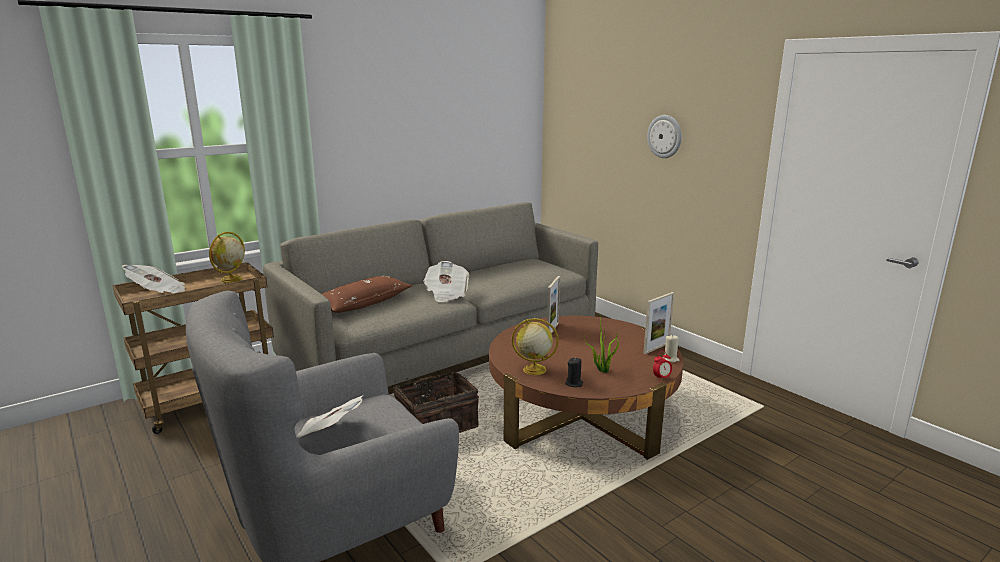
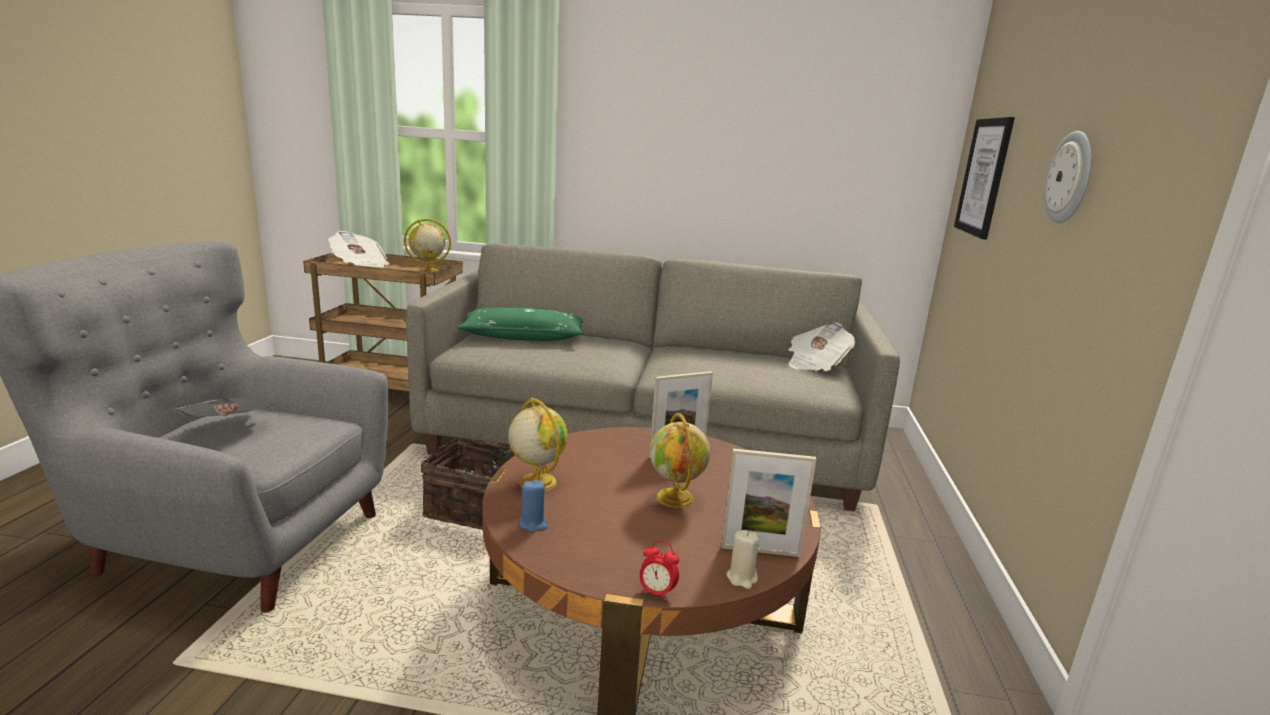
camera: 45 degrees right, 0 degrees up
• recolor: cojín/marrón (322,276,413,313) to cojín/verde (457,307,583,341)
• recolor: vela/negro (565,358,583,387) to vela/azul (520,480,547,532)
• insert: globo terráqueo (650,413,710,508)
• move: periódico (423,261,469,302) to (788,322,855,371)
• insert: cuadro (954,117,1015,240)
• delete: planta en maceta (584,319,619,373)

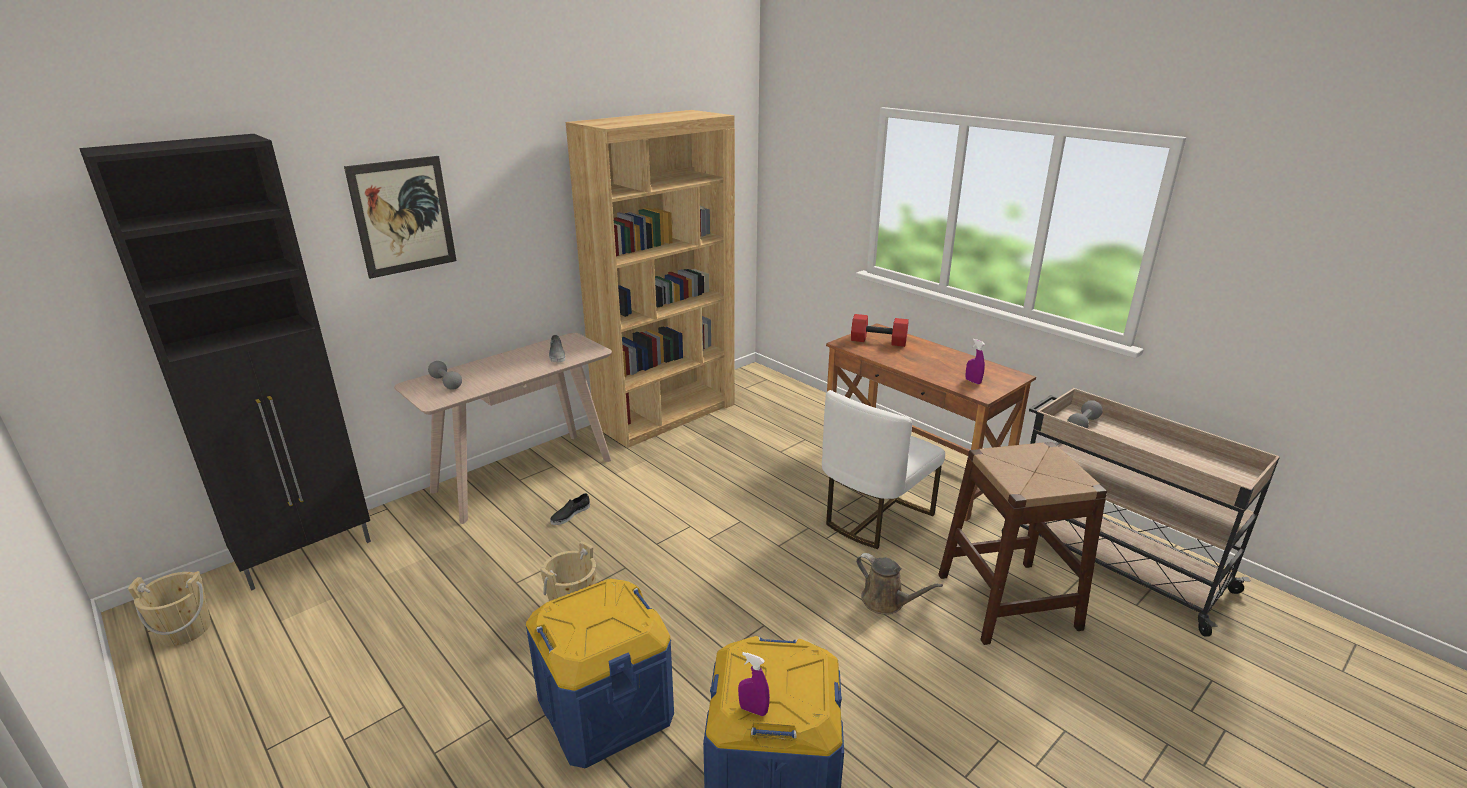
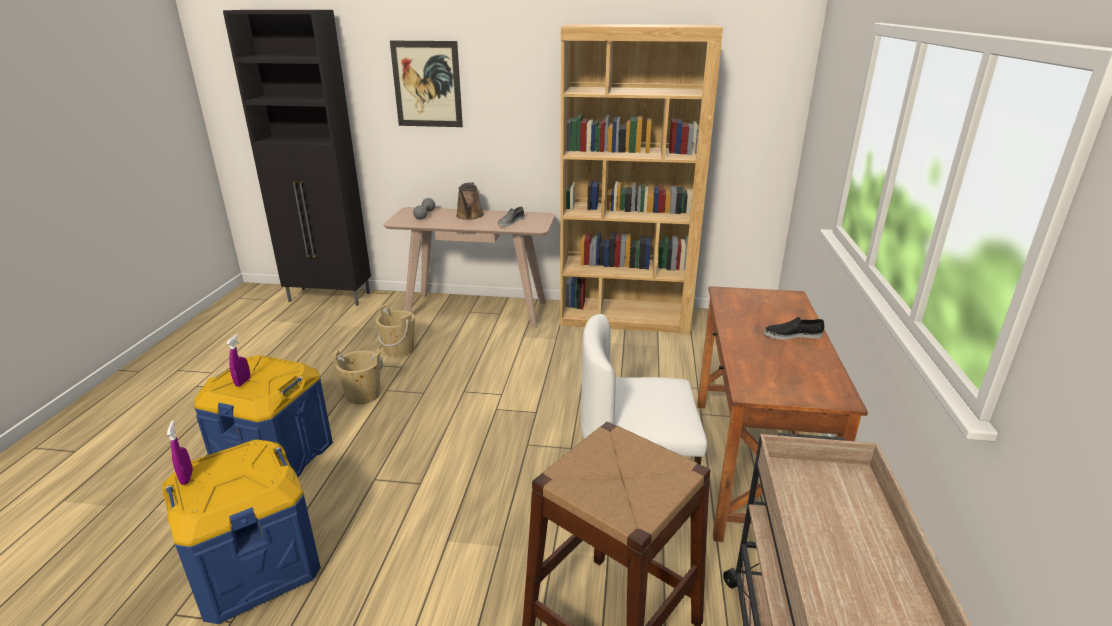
camera: 50 degrees right, 0 degrees up
• move: pulverizador/morado (965,339,985,384) to (226,334,250,387)
• move: cubo/beis (128,571,211,646) to (376,303,415,357)
• move: regadera/marrón (856,553,943,615) to (456,182,484,220)
• move: zapato/negro (550,493,590,525) to (764,316,824,340)
• delete: mancuerna/rojo (851,314,909,347)
• delete: mancuerna/gris (1067,400,1103,428)

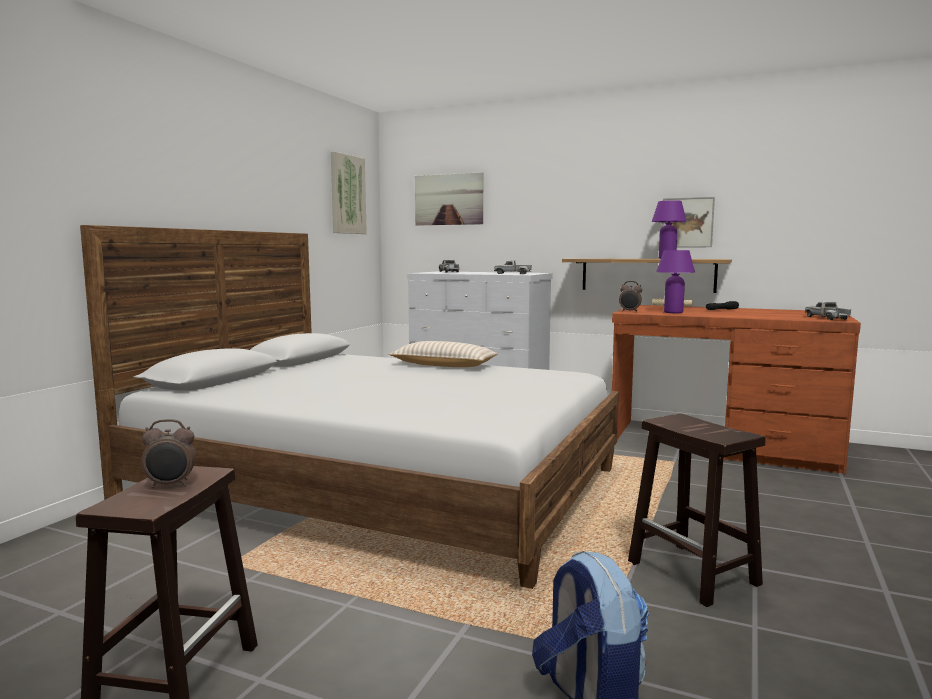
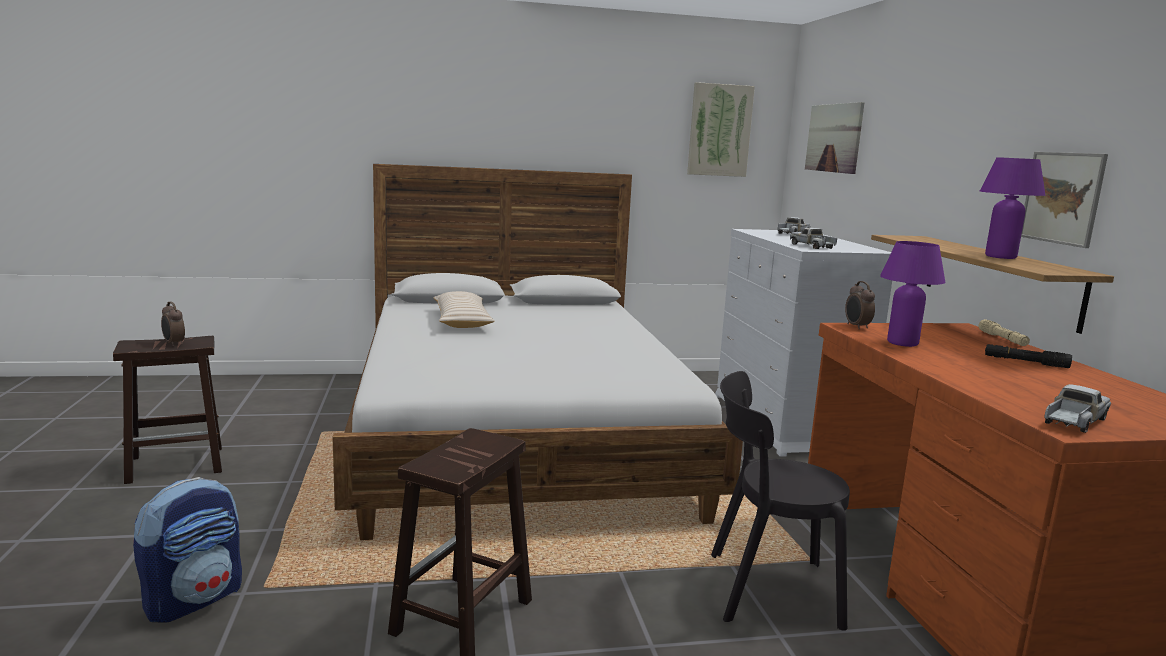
camera: 55 degrees right, 5 degrees up
• move: cojín/beis (389,341,498,367) to (433,291,495,328)
• insert: silla/negro (711,371,850,631)

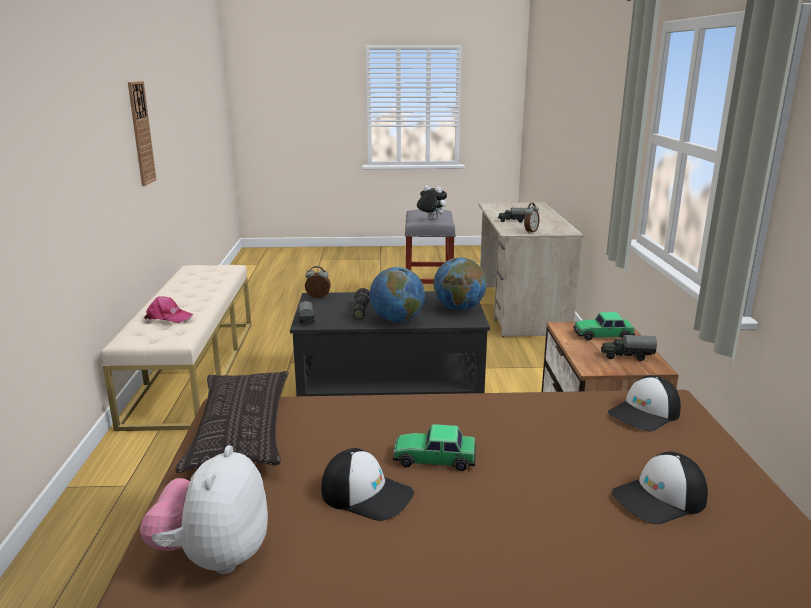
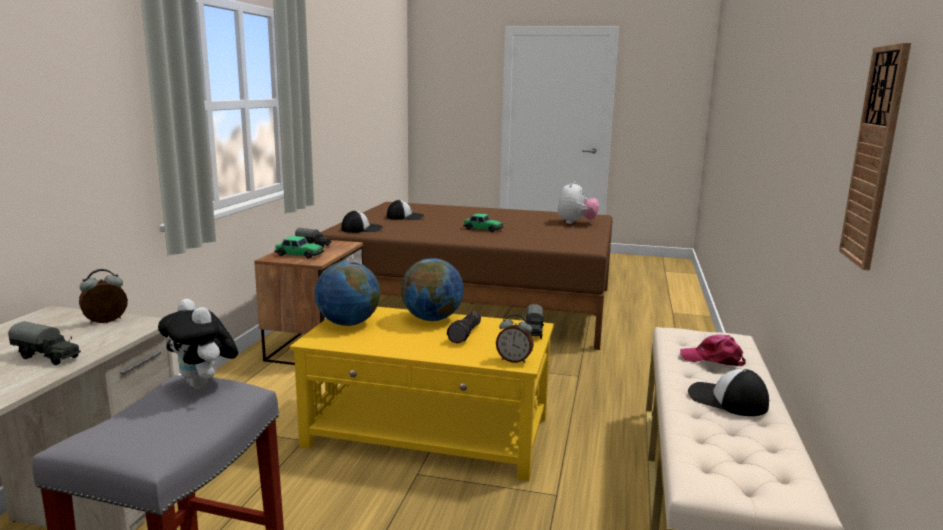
camera: 165 degrees left, 5 degrees down
• recolor: mesa de centro/negro (290,291,490,396) to mesa de centro/amarillo (290,307,554,481)
• move: gorra (321,448,414,521) to (688,369,769,416)
• delete: cojín (175,371,289,474)

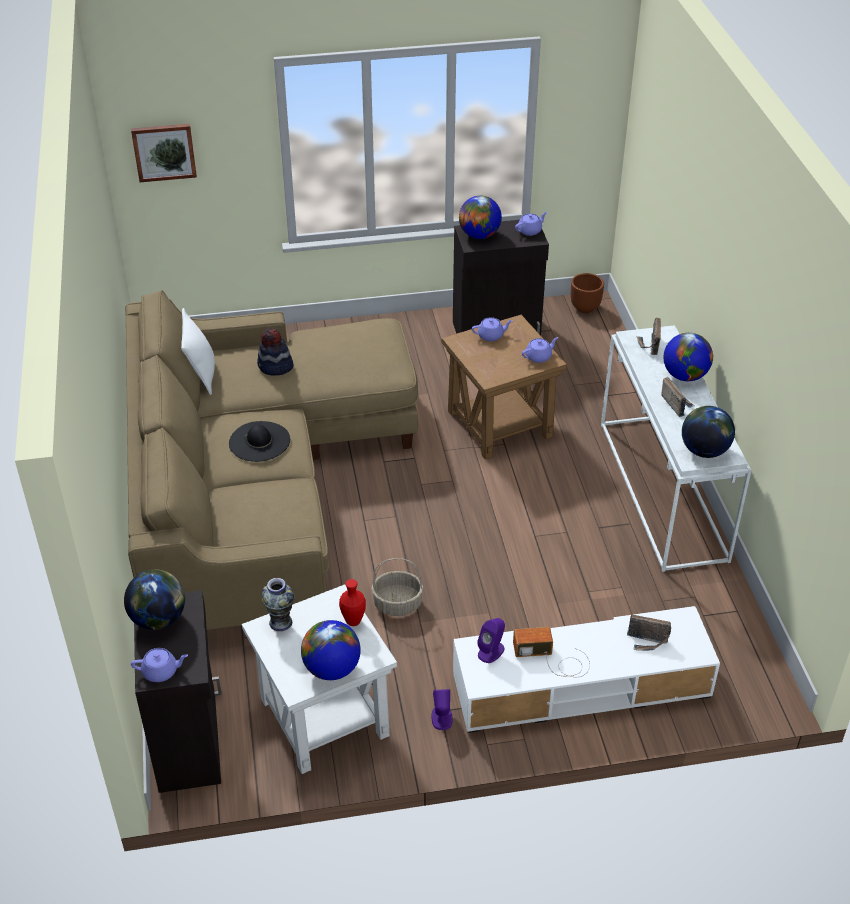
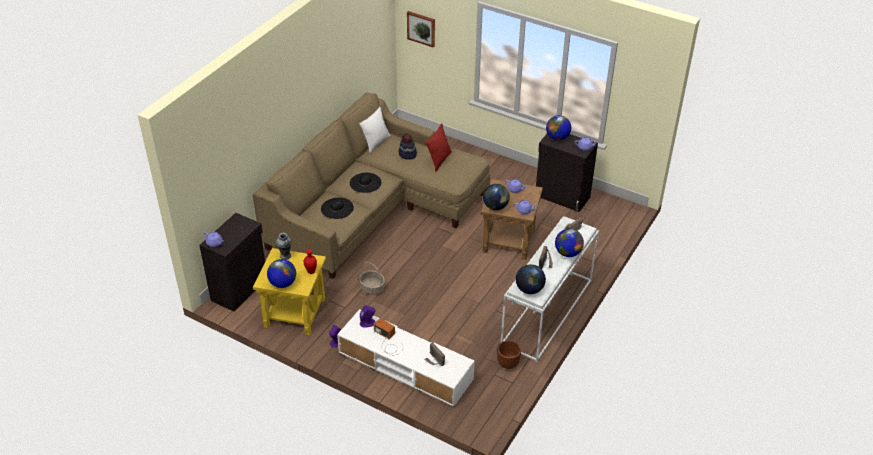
camera: 40 degrees right, 0 degrees up
• recolor: mesa auxiliar/blanco (242,585,397,774) to mesa auxiliar/amarillo (253,248,326,335)
• insert: sombrero/negro (321,197,354,219)
• insert: cojín/rojo (426,123,452,172)
• move: globo terráqueo (124,569,185,630) to (483,184,510,210)
• move: maceta/marrón (571,273,604,313) to (497,340,521,369)

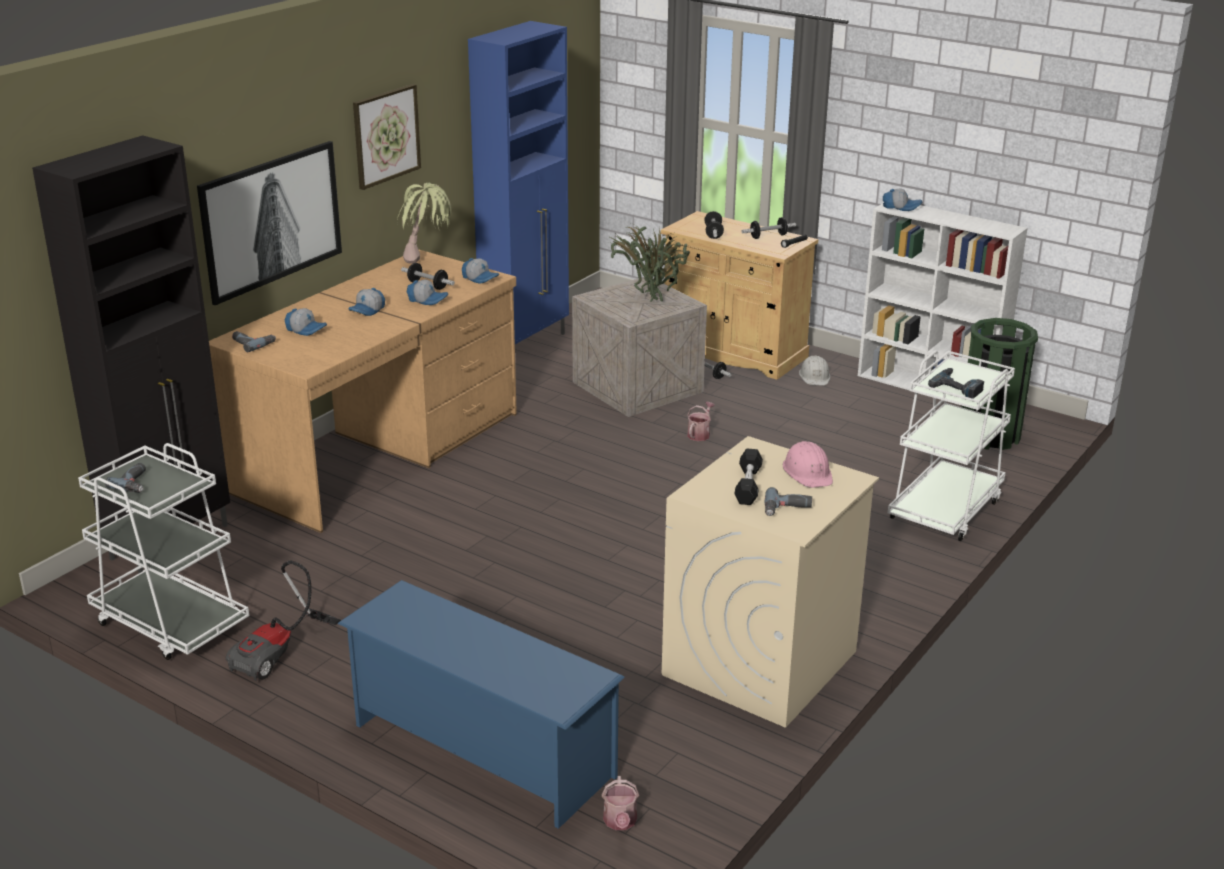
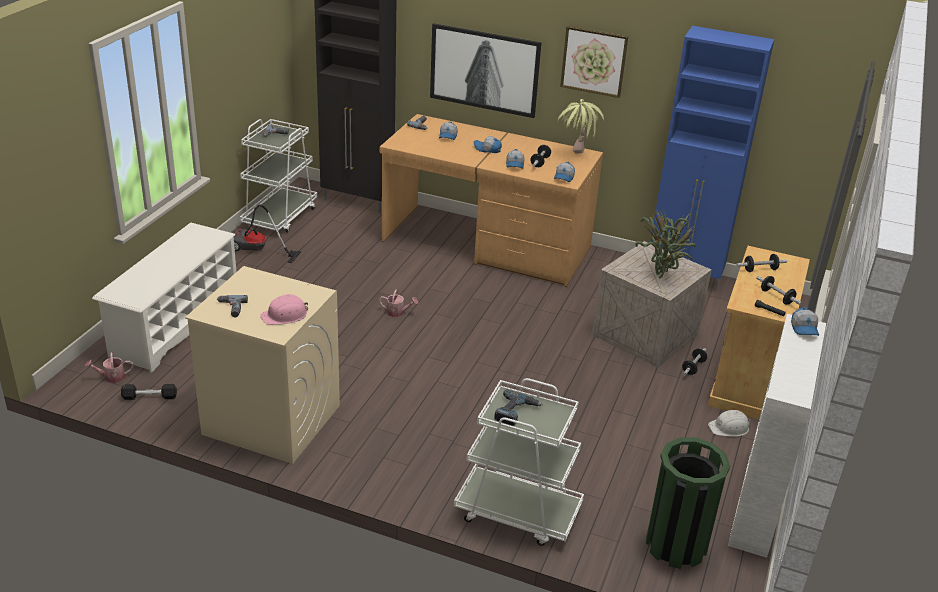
camera: 75 degrees right, 5 degrees up
• recolor: zapatero/azul (338,580,625,829) to zapatero/blanco (92,223,236,373)
• move: mancuerna/negro (734,448,763,505) to (121,384,177,400)
• move: regadera (687,402,715,441) to (379,289,418,317)

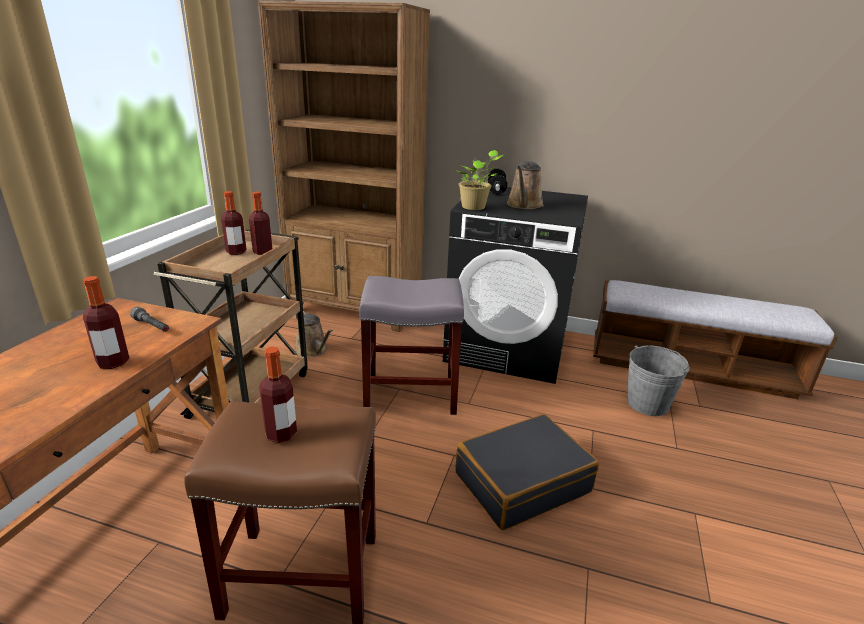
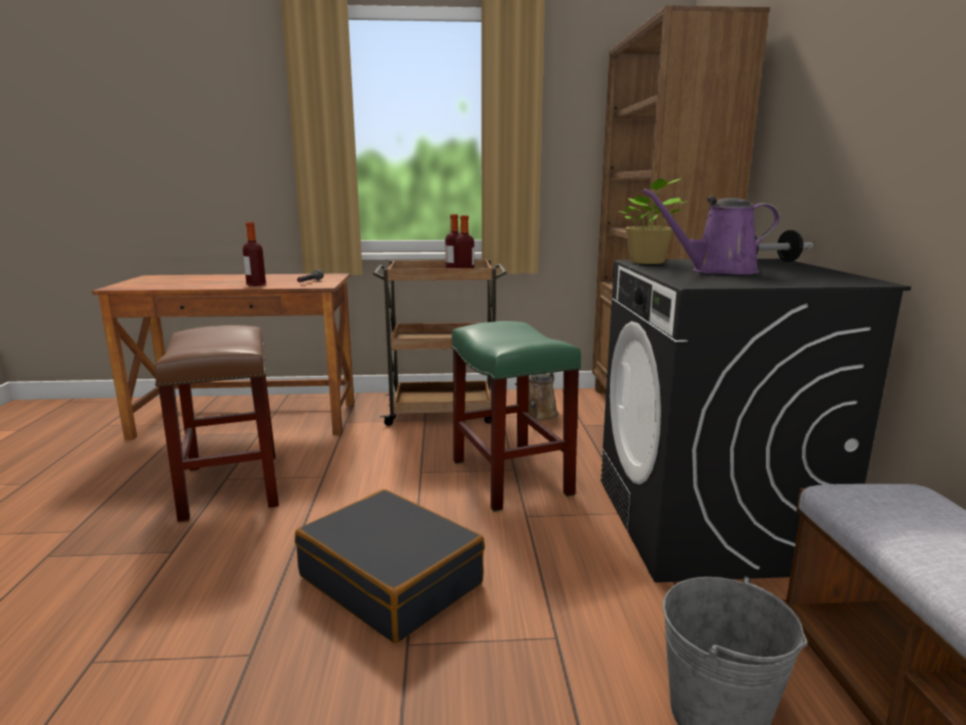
camera: 70 degrees right, 10 degrees down
• recolor: taburete/gris (359,276,464,415) to taburete/verde (451,321,581,512)
• recolor: regadera/marrón (507,161,544,210) to regadera/morado (642,189,780,275)
• delete: botella (259,347,297,443)

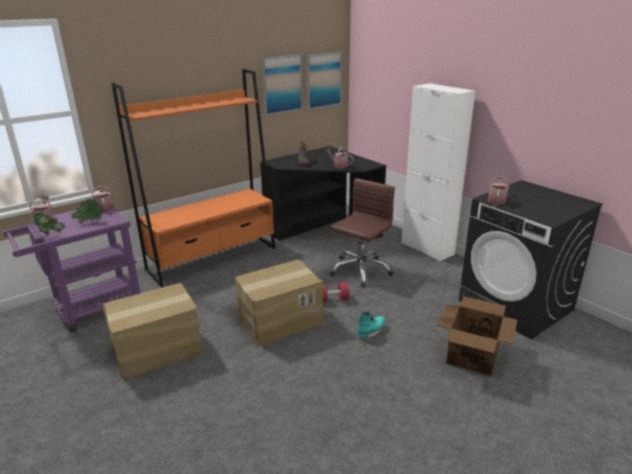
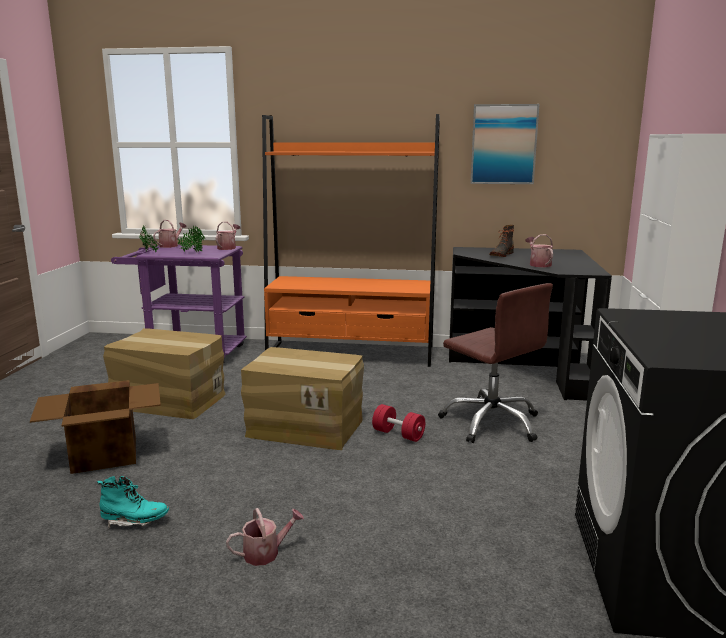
camera: 45 degrees right, 10 degrees down
• move: caja de cartón (437,297,517,376) to (30,380,161,474)
• move: bota/turquesa (357,311,385,340) to (97,476,169,528)
• move: regadera (488,175,510,205) to (226,508,304,566)
• rotate: silla de oficina/marrón (330,178,395,287) = (438,283,553,443) 60 degrees clockwise
• delete: cuadro (306,52,342,110)

